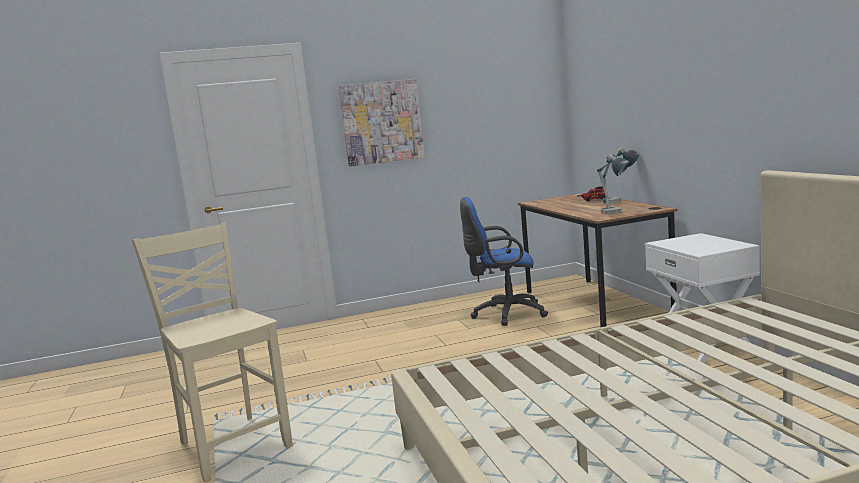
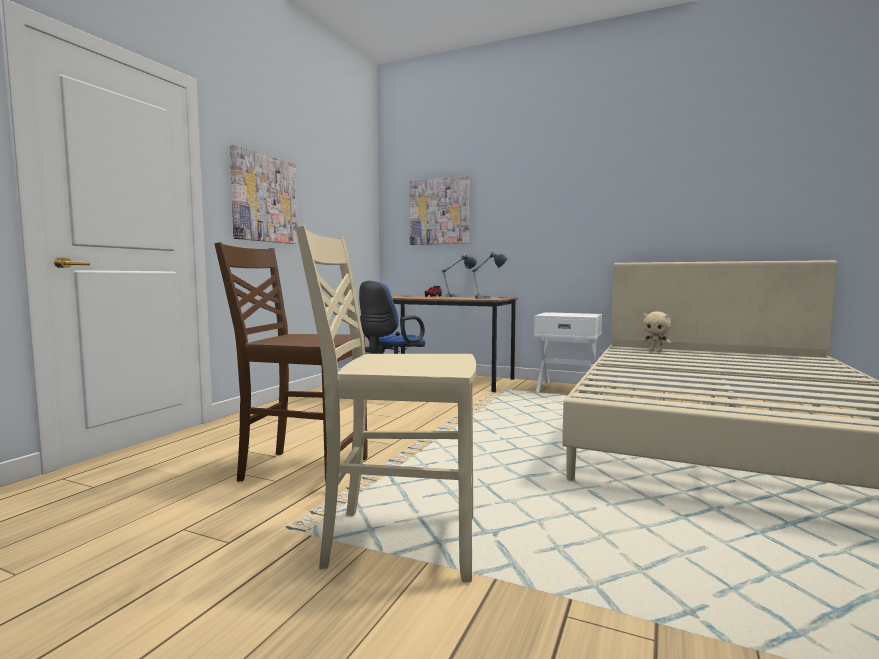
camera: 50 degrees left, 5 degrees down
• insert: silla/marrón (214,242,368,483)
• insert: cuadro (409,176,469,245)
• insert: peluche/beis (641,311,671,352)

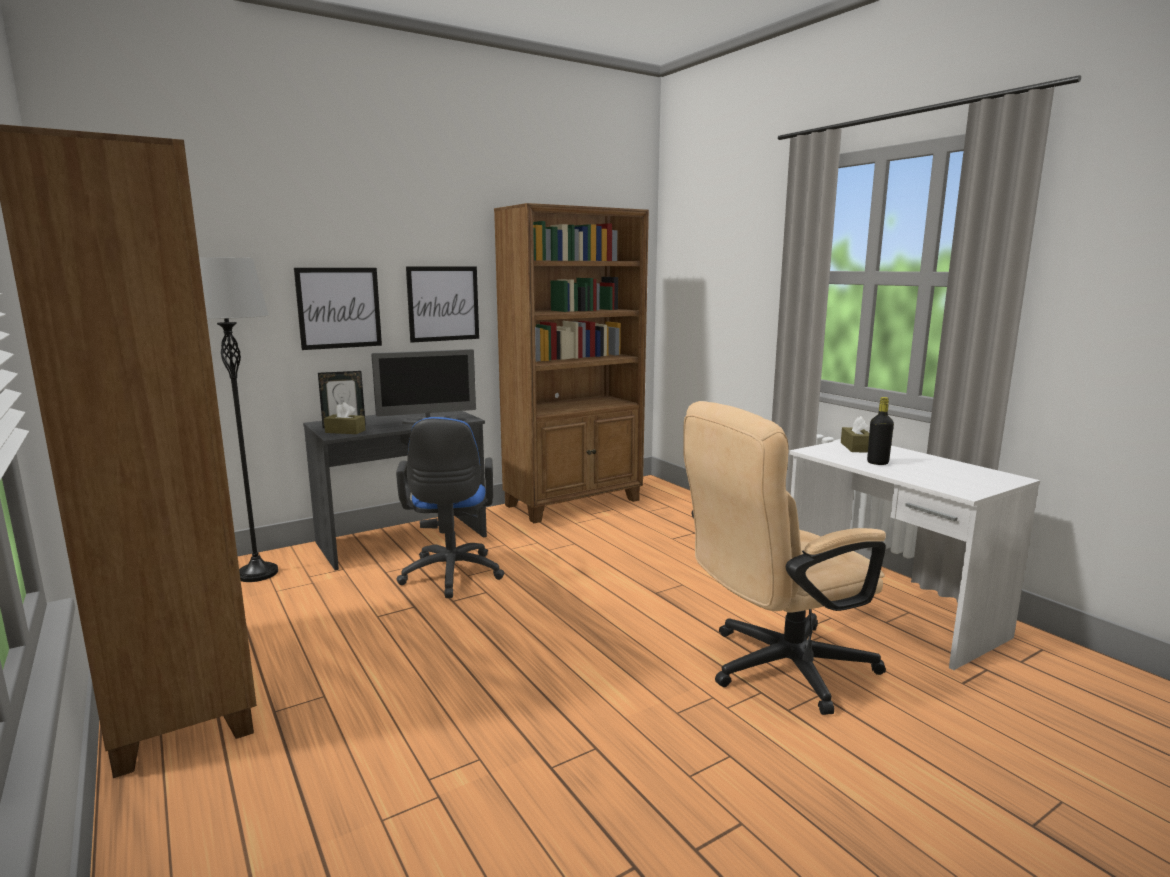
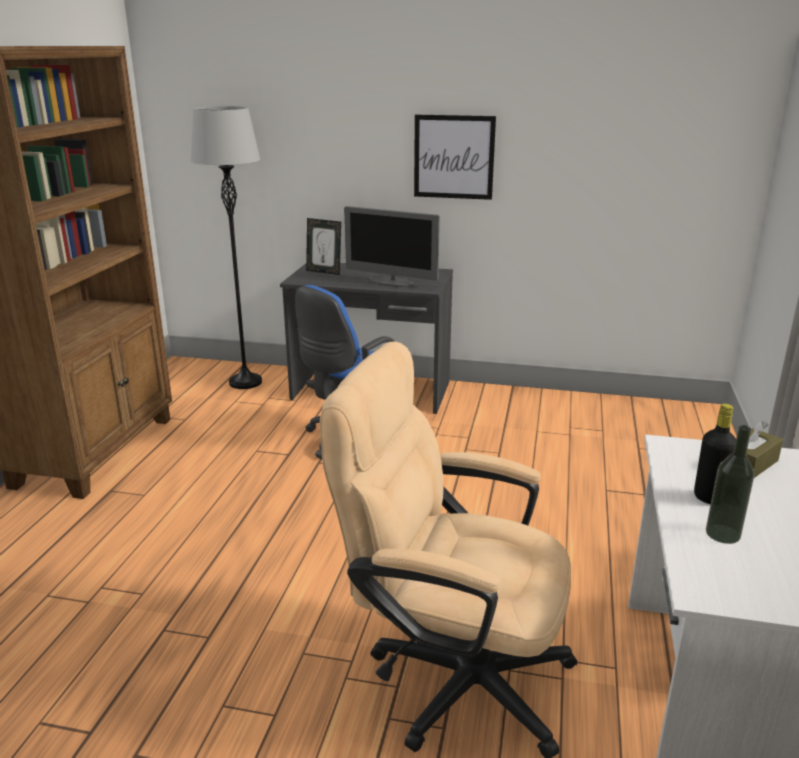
camera: 45 degrees right, 10 degrees up
• insert: botella (706,425,754,544)
• delete: cuadro (294,268,382,350)
• delete: caja de pañuelos/marrón (324,402,366,434)
• delete: estantería/marrón (494,203,649,523)

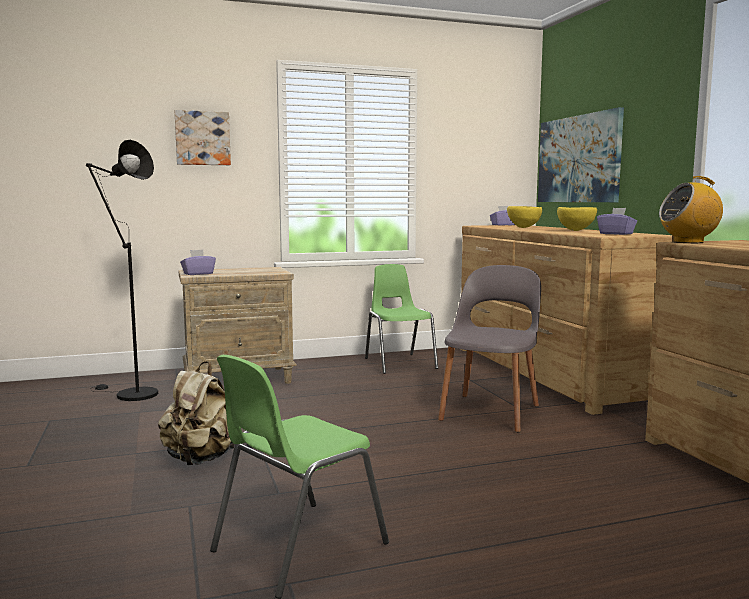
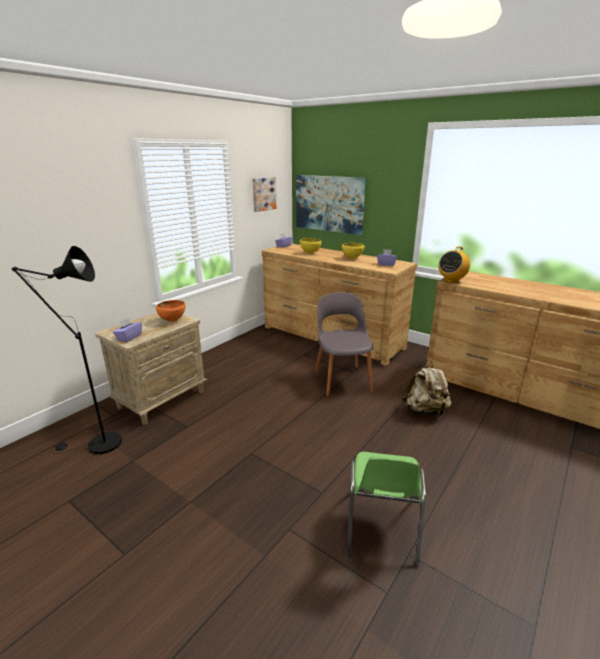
camera: 35 degrees left, 15 degrees up
• insert: cuenco/naranja (156,300,186,322)
• move: cuadro (175,110,231,165) to (253,177,276,212)
• move: mochila/beis (158,361,234,465) to (402,361,451,417)
• delete: silla/verde (365,264,438,374)

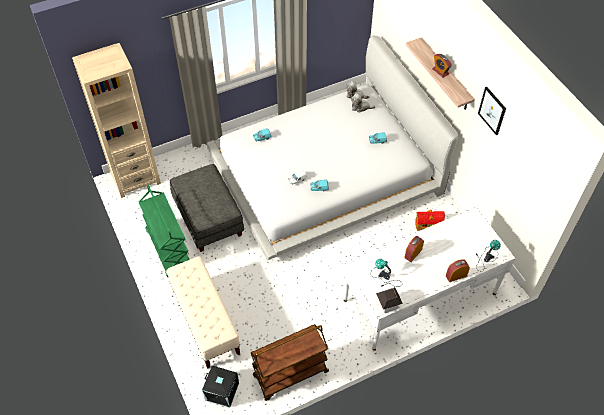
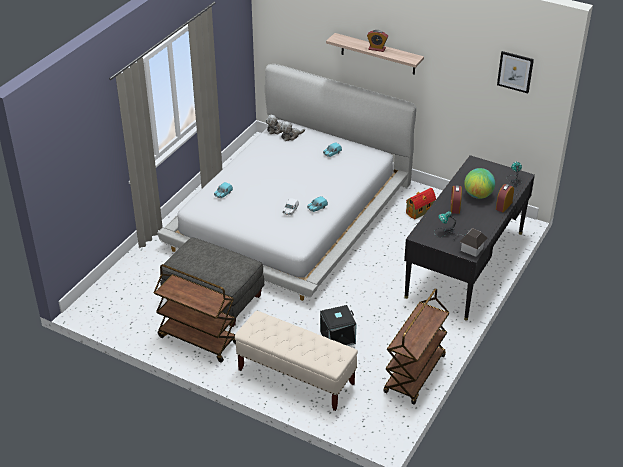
camera: 35 degrees left, 15 degrees down
• recolor: carrito/verde (139,185,190,277) to carrito/marrón (154,264,236,362)
• move: caja de almacenaje/negro (202,366,239,408) to (320,305,357,346)
• recolor: escritorio/blanco (343,207,515,351) to escritorio/negro (404,155,535,321)
• insert: globo terráqueo (464,168,495,199)
• move: cuadro (478,87,506,135) to (497,51,534,93)
• delete: estantería/beis (72,43,161,198)

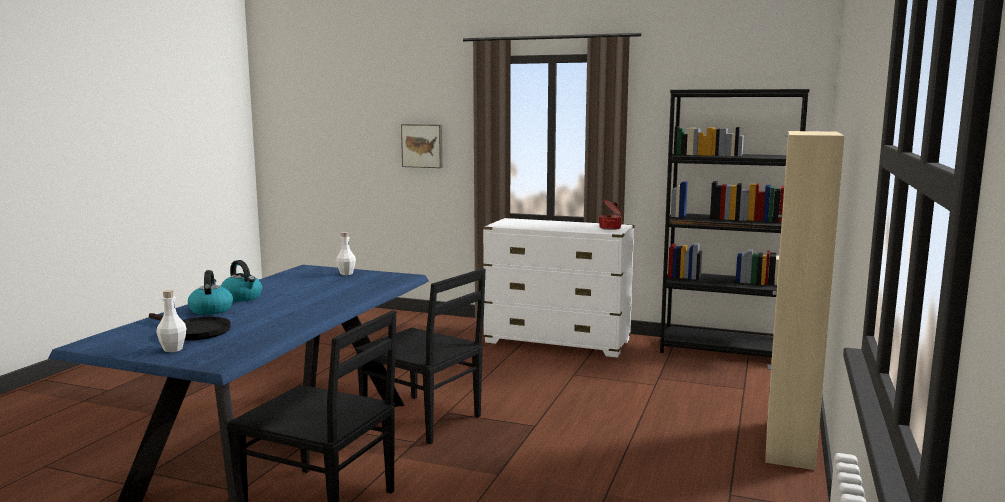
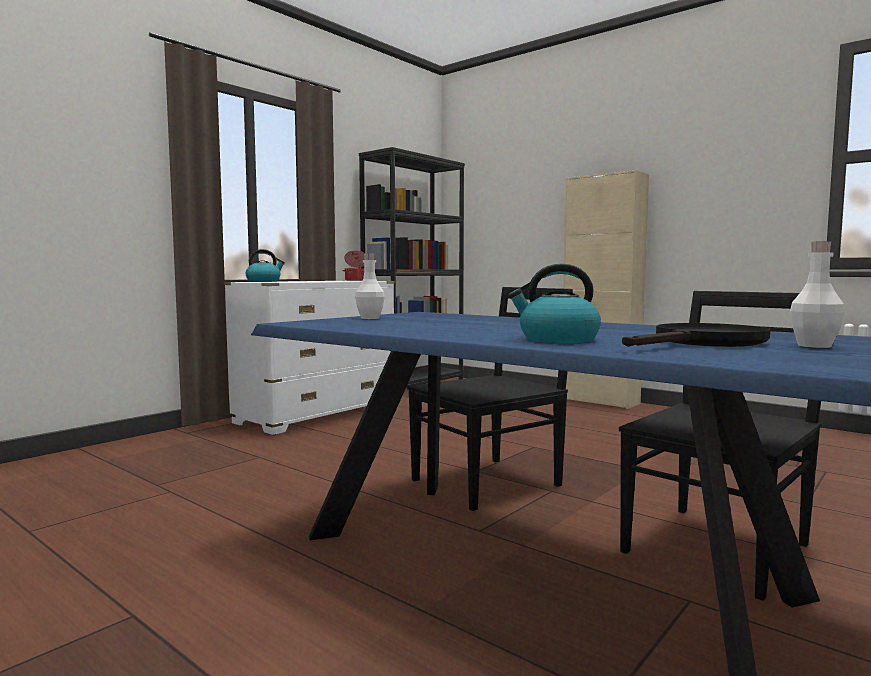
camera: 70 degrees left, 5 degrees down
• move: hervidor (221,260,262,302) to (245,249,285,282)
• delete: cuadro (401,124,443,168)

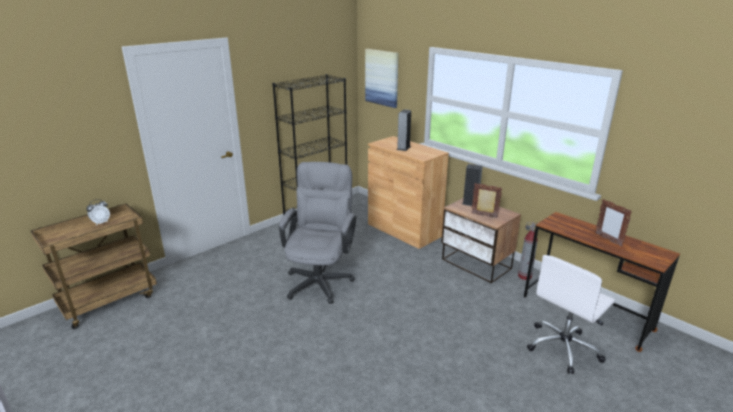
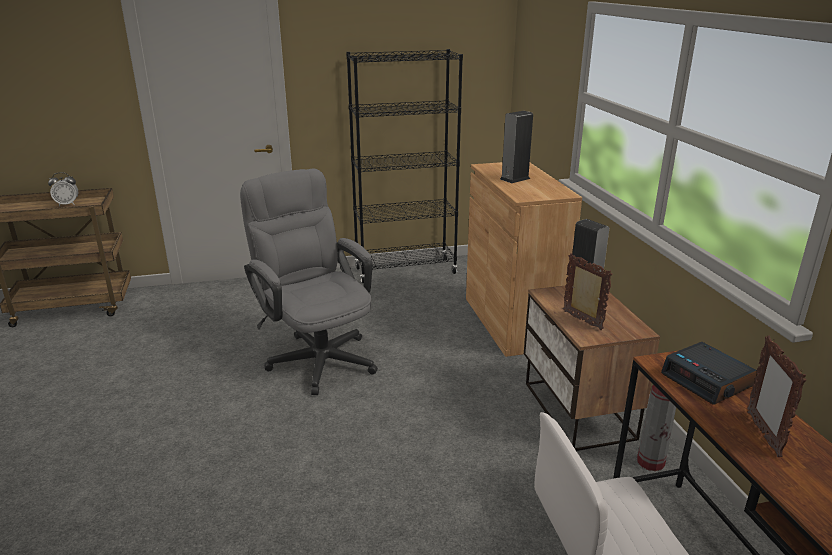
camera: 30 degrees right, 0 degrees up
• rotate: silla de oficina/gris (279,162,356,304) = (240,169,378,395) 75 degrees counterclockwise
• insert: despertador (661,342,757,405)
• delete: cuadro (365,49,399,108)

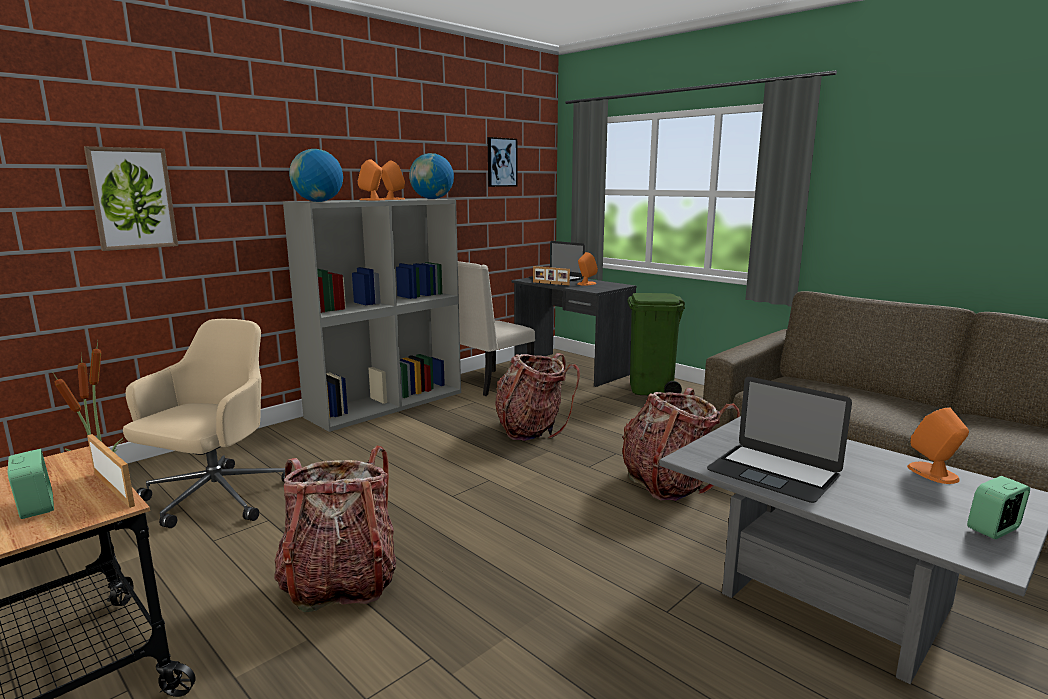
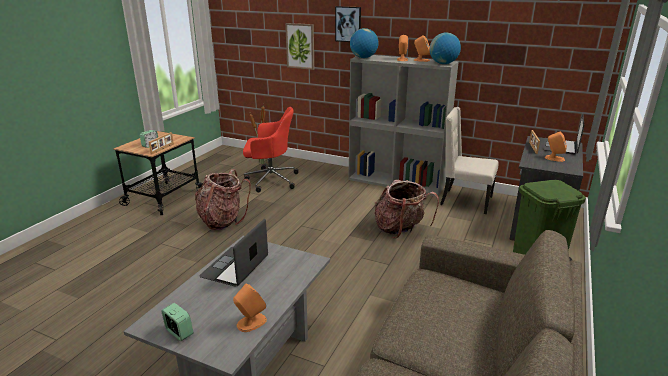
camera: 70 degrees right, 10 degrees up
• recolor: silla de oficina/beis (123,319,285,528) to silla de oficina/rojo (243,107,299,192)
• move: cuadro (488,137,517,187) to (335,6,361,42)
• delete: mochila (622,388,740,501)

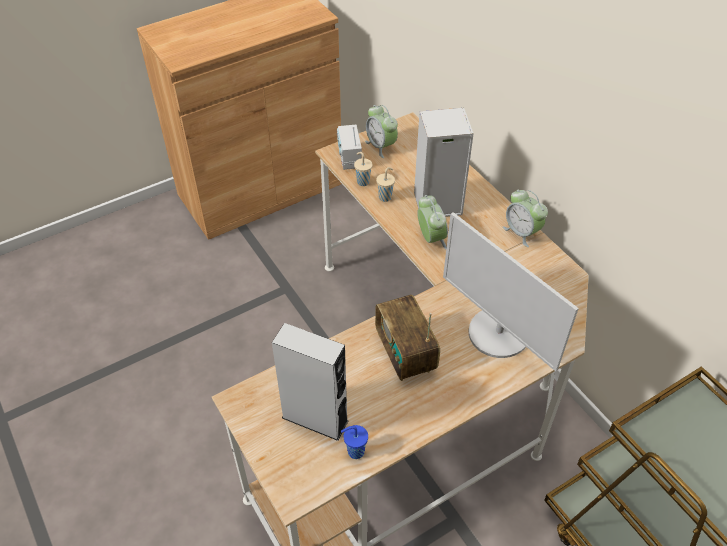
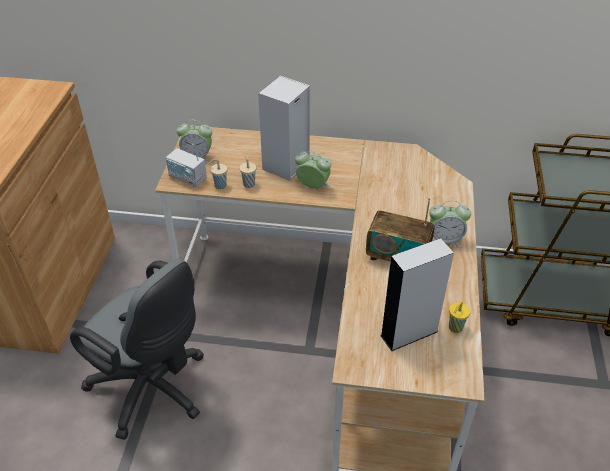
camera: 50 degrees left, 5 degrees down
• insert: silla de oficina/gris (70,258,204,440)
• move: despertador (503,190,548,247) to (429,201,471,248)
• recolor: taza/azul (341,425,368,459) to taza/amarillo (449,301,470,333)
• delete: monitor (443,212,579,371)

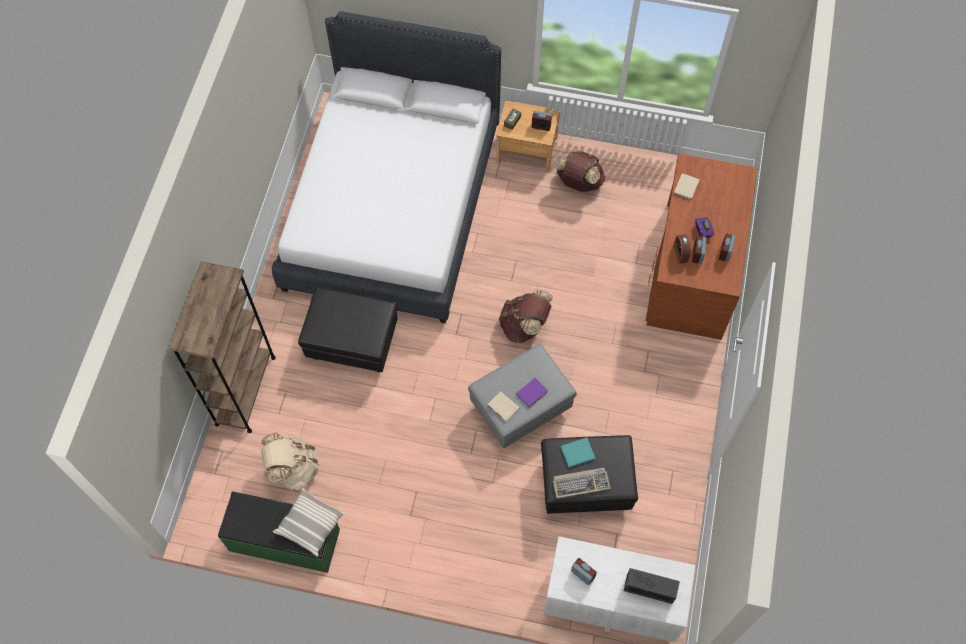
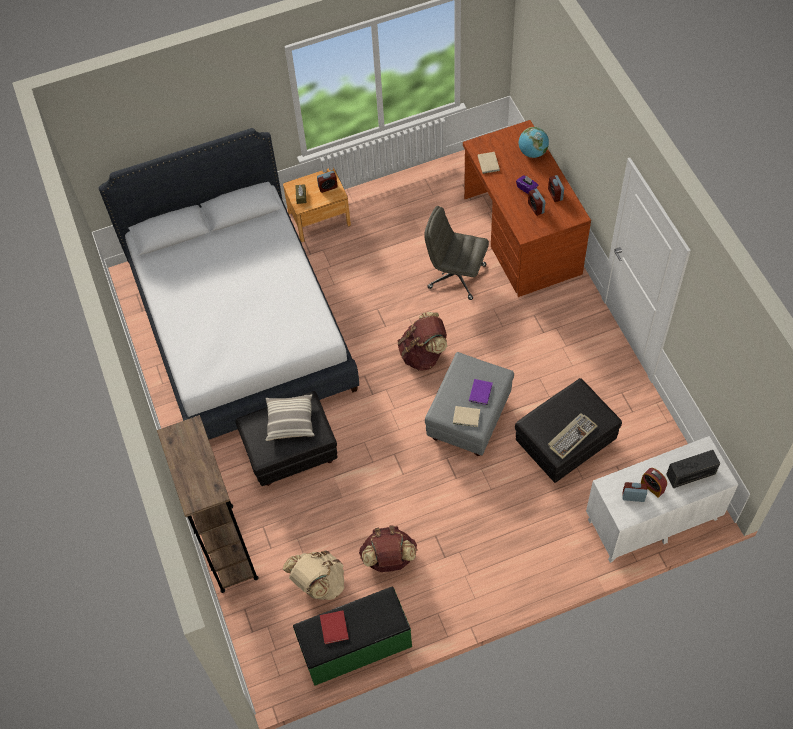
camera: 30 degrees left, 5 degrees down
• move: cojín (273,488,345,557) to (266,394,314,441)
• insert: libro/rojo (320,610,349,644)
• move: mochila/marrón (554,150,605,192) to (359,525,418,572)
• insert: silla de oficina/gris (424,206,489,300)
• insert: globo terráqueo (519,127,549,158)
• move: despertador (673,234,691,264) to (641,468,667,498)
• delete: libro/turquesa (561,438,595,468)

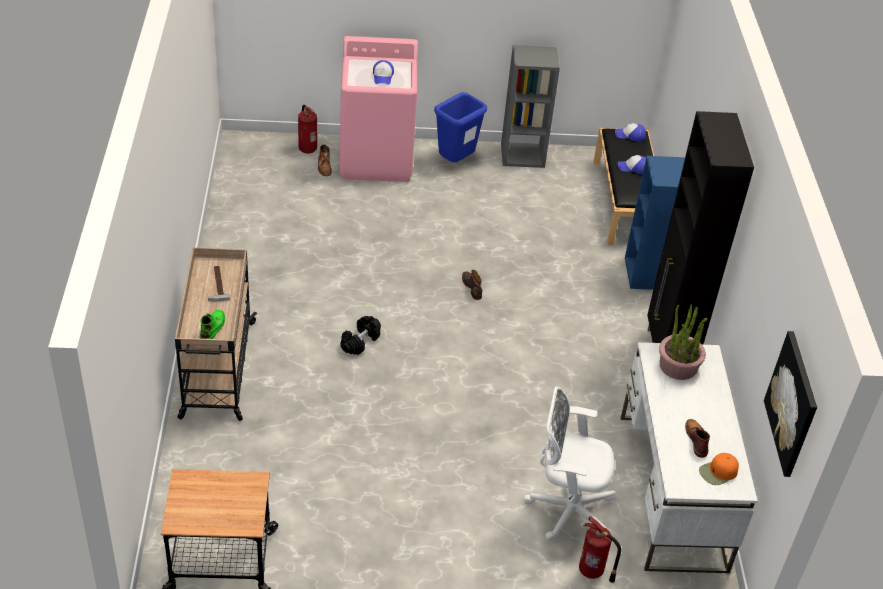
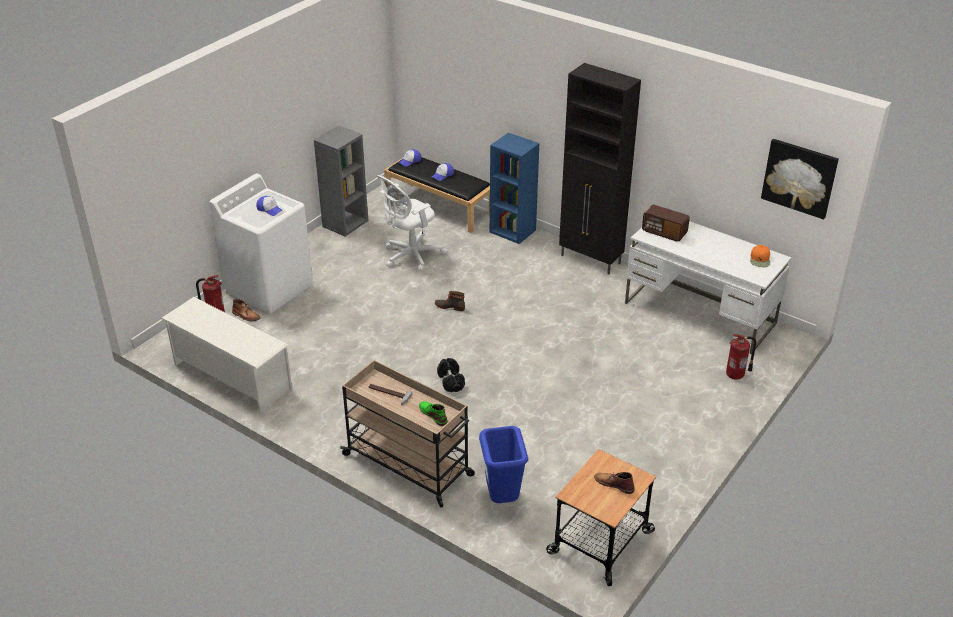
camera: 50 degrees left, 5 degrees down
• insert: zapatero/blanco (161,297,292,412)
• recolor: lavadora/rosa (340,36,418,182) to lavadora/blanco (209,173,313,314)
• move: silla de oficina/blanco (524,387,616,542) to (377,175,448,271)
• move: papelera/azul (434,92,487,162) to (479,426,528,503)
• move: bota/marrón (685,419,710,458) to (594,472,635,494)
• replace: planta en maceta (659,304,708,380) to radio (642,205,690,241)

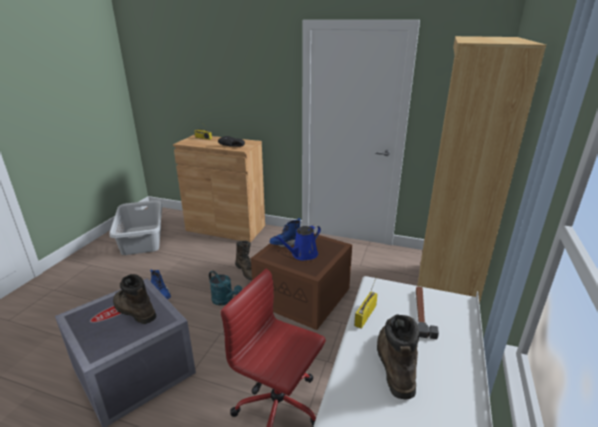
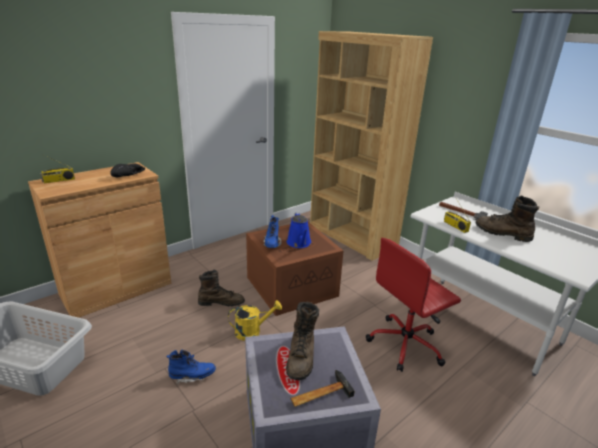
camera: 60 degrees left, 0 degrees up
• recolor: regadera/turquesa (209,271,242,306) to regadera/amarillo (228,300,282,341)
• rotate: bota/marrón (113,274,157,324) = (286,301,319,380) 60 degrees counterclockwise
• insert: martillo (291,370,355,407)

